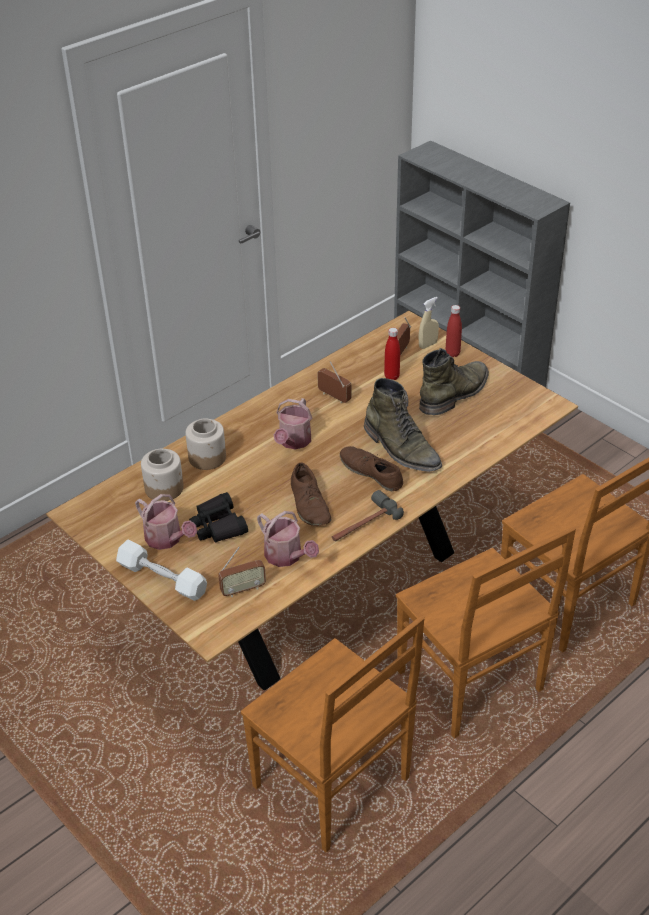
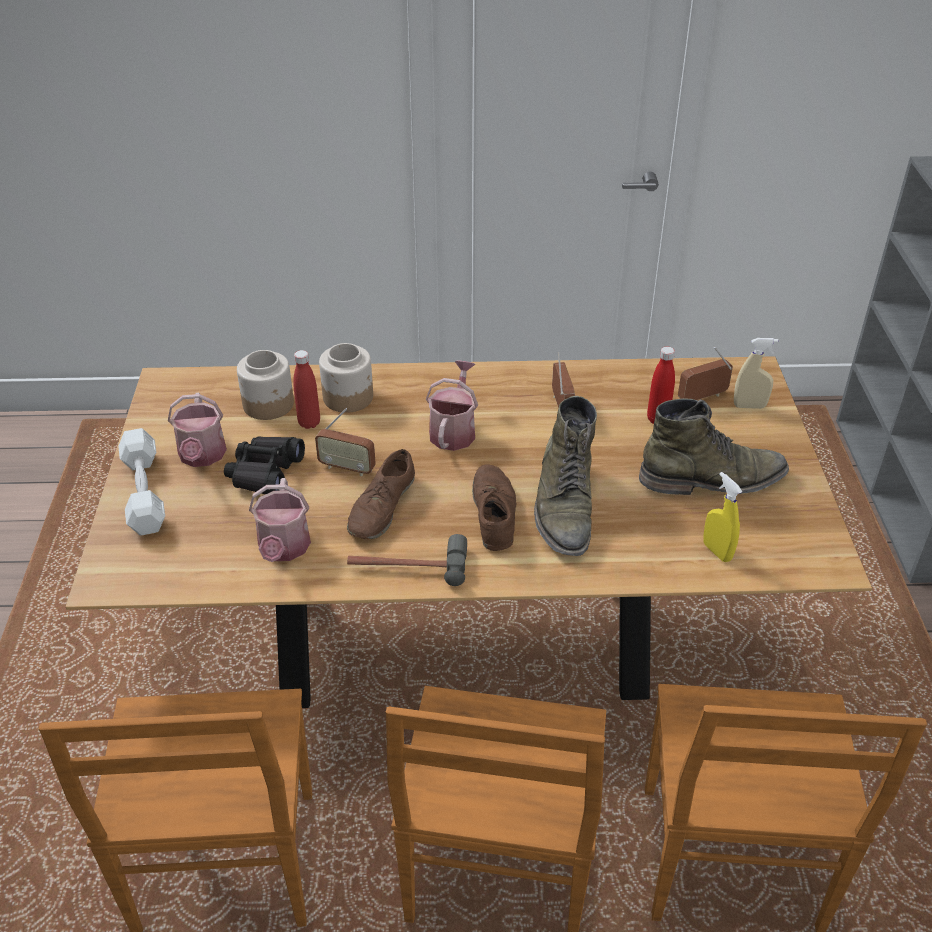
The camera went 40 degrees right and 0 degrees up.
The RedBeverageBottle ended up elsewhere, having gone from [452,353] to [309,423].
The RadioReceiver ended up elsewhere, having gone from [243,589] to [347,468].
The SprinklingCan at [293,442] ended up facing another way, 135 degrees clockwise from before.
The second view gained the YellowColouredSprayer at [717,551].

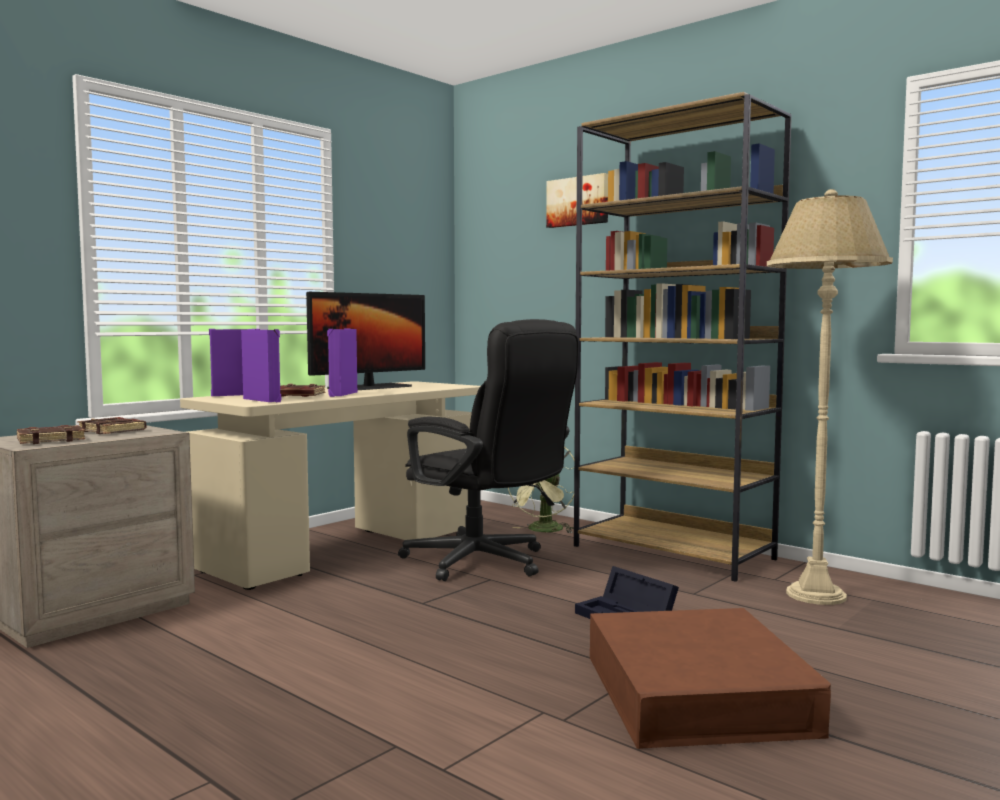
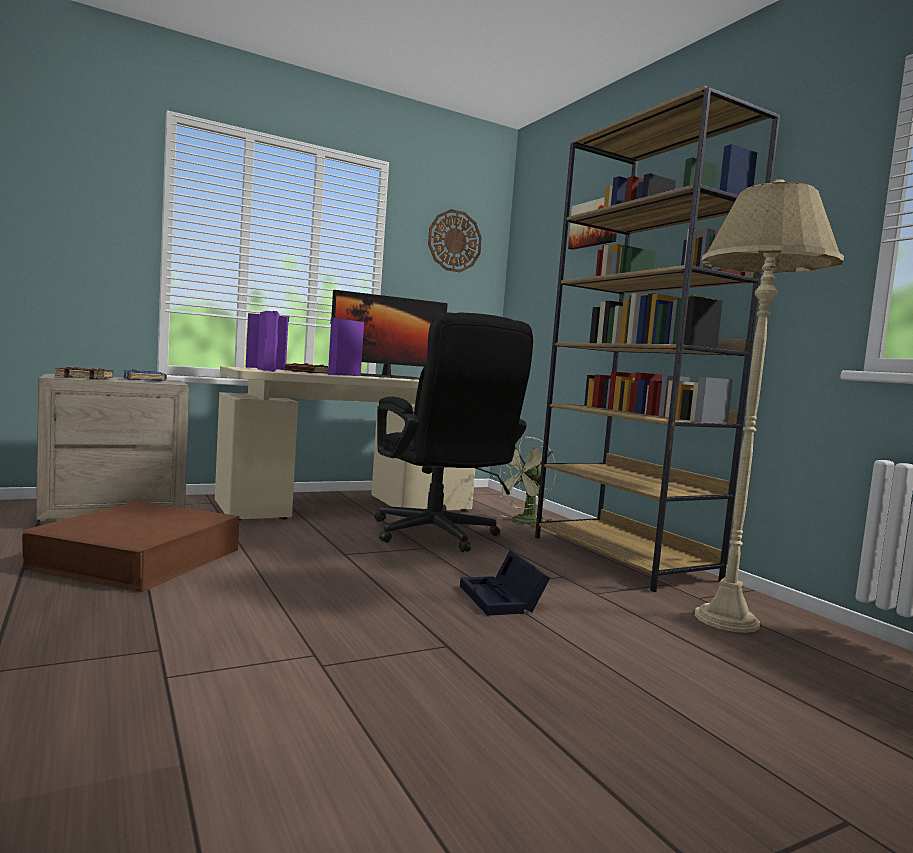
The camera went 20 degrees right and 0 degrees up.
The BrownStorageBox ended up elsewhere, having gone from [696,693] to [139,559].
What was the BrownVolume at [113,431] turned into the BlueVolume at [145,379].
The second view gained the WallClock at [454,241].

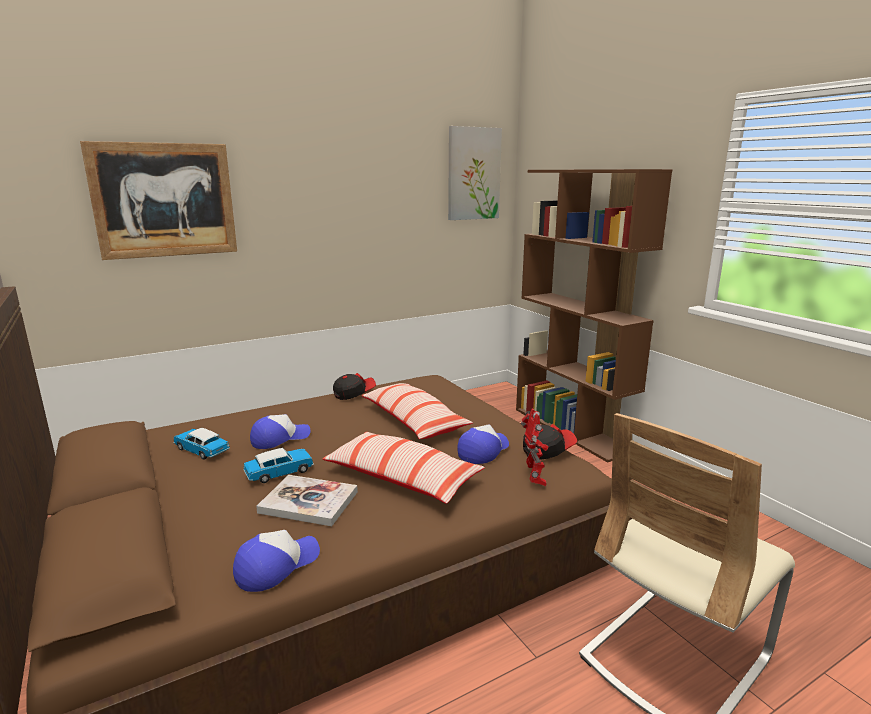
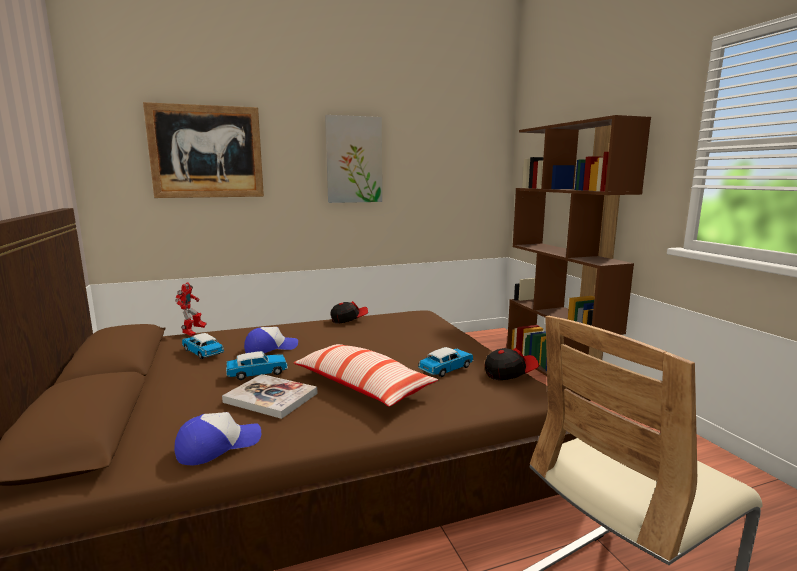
The camera went 10 degrees right and 5 degrees down.
The ModelRobot ended up elsewhere, having gone from [534,478] to [193,333].
The WallArt ended up elsewhere, having gone from [473,174] to [354,160].
Where the Cap stood at [483,450], the ToyCar came to stand at [446,369].
The second view lost the ThrowPillow at [413,421].

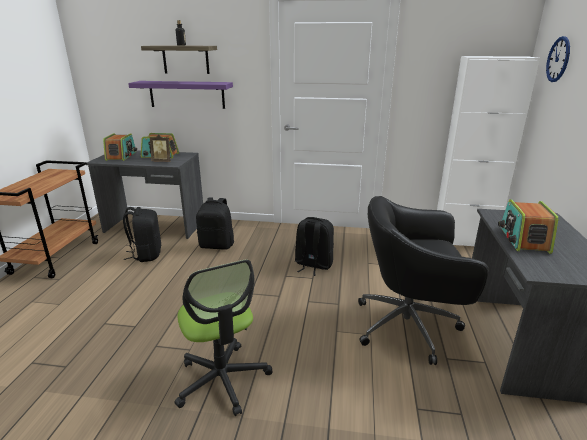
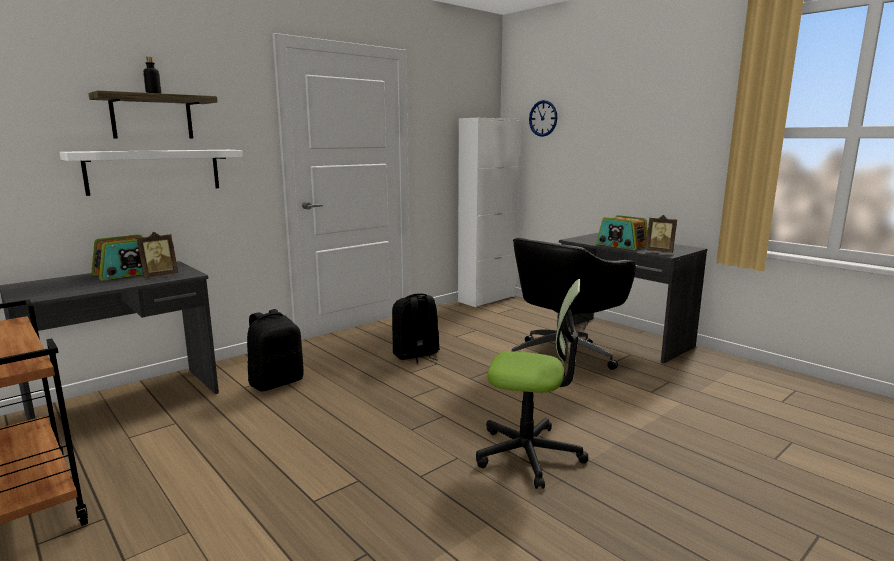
The camera went 50 degrees left and 10 degrees down.
What was the PurpleColouredWallShelf at [186,94] turned into the WhiteColouredWallShelf at [154,171].
The second view gained the StandingFrame at [660,252].
The second view lost the RadioReceiver at [121,156].
The second view lost the BlackishKnapsack at [146,254].

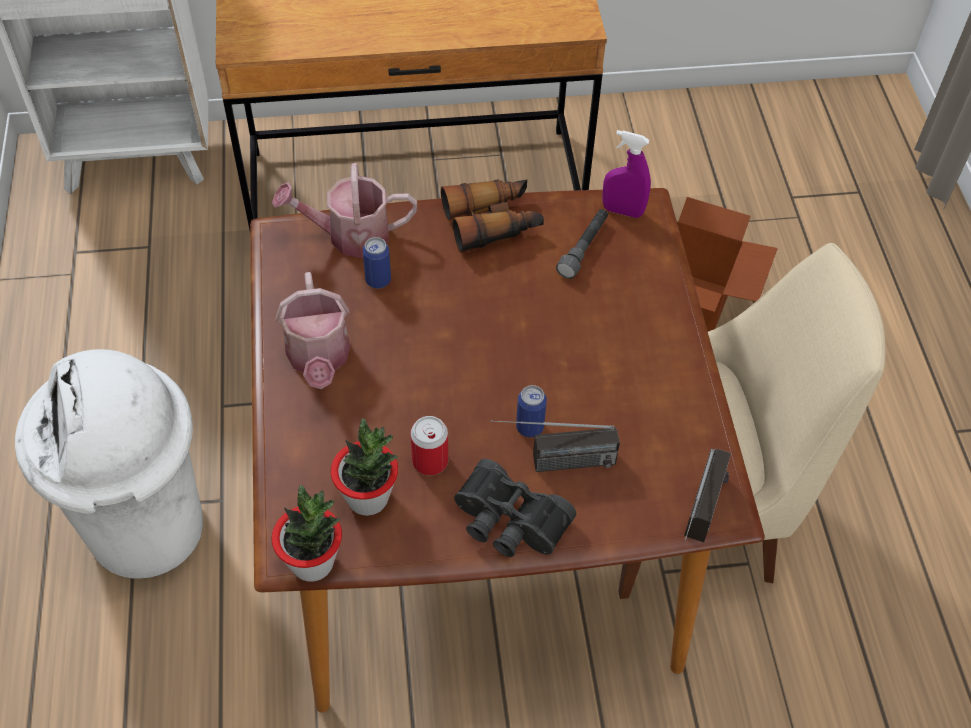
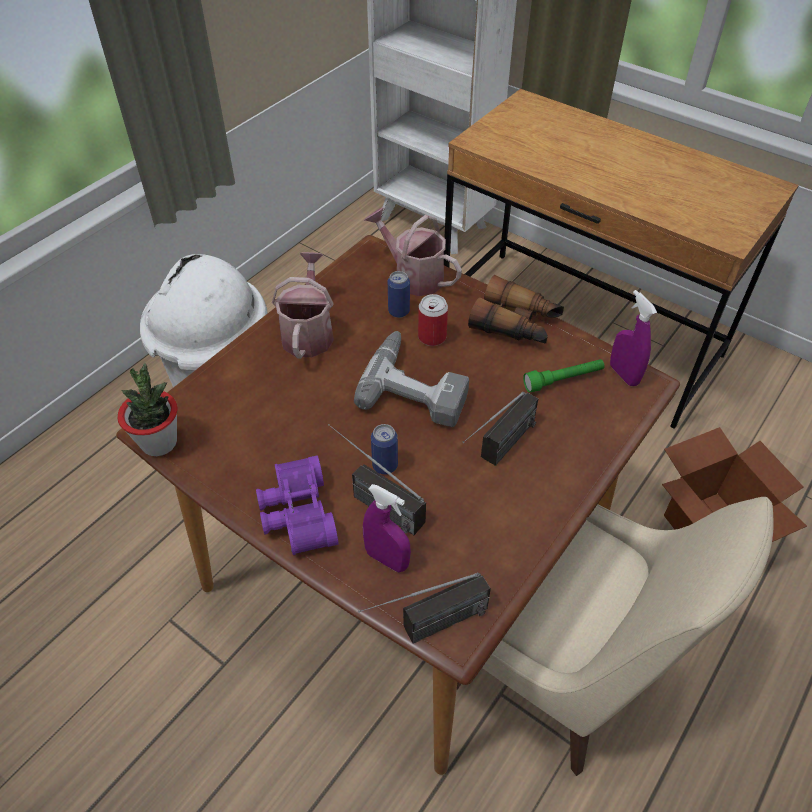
The camera went 45 degrees right and 5 degrees down.
What was the BlackishPairOfBinoculars at [508,523] turned into the PurpleColouredPairOfBinoculars at [296,514].
The SprinklingCan at [319,359] ended up facing another way, 150 degrees clockwise from before.
The second view gained the ElectricDrill at [417,385].
The second view gained the PurpleColouredSprayer at [387,559].
The SealedCan ended up elsewhere, having gone from [430,461] to [432,337].
The second view gained the RadioReceiver at [499,452].
What was the GreyFlashlight at [583,248] turned into the GreenColouredFlashlight at [563,380].
The second view lost the PlantInAPot at [368,498].

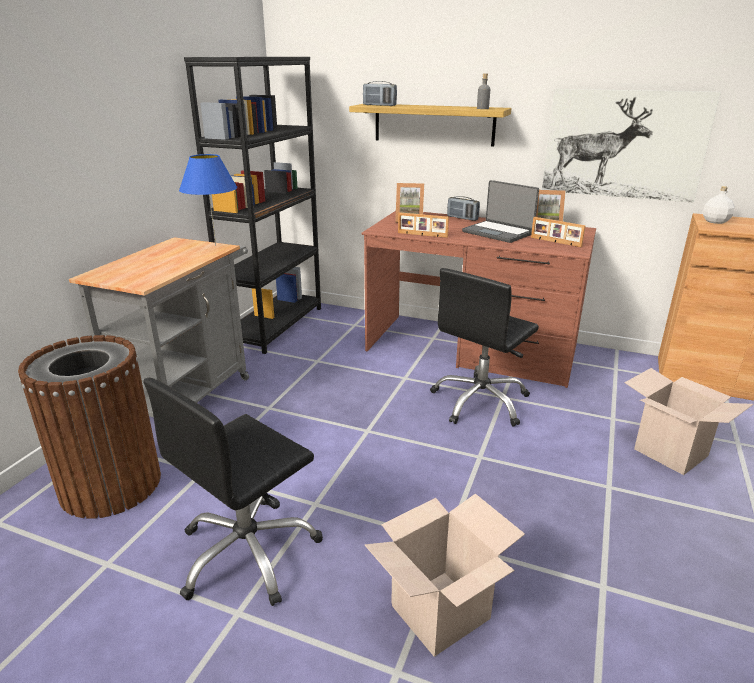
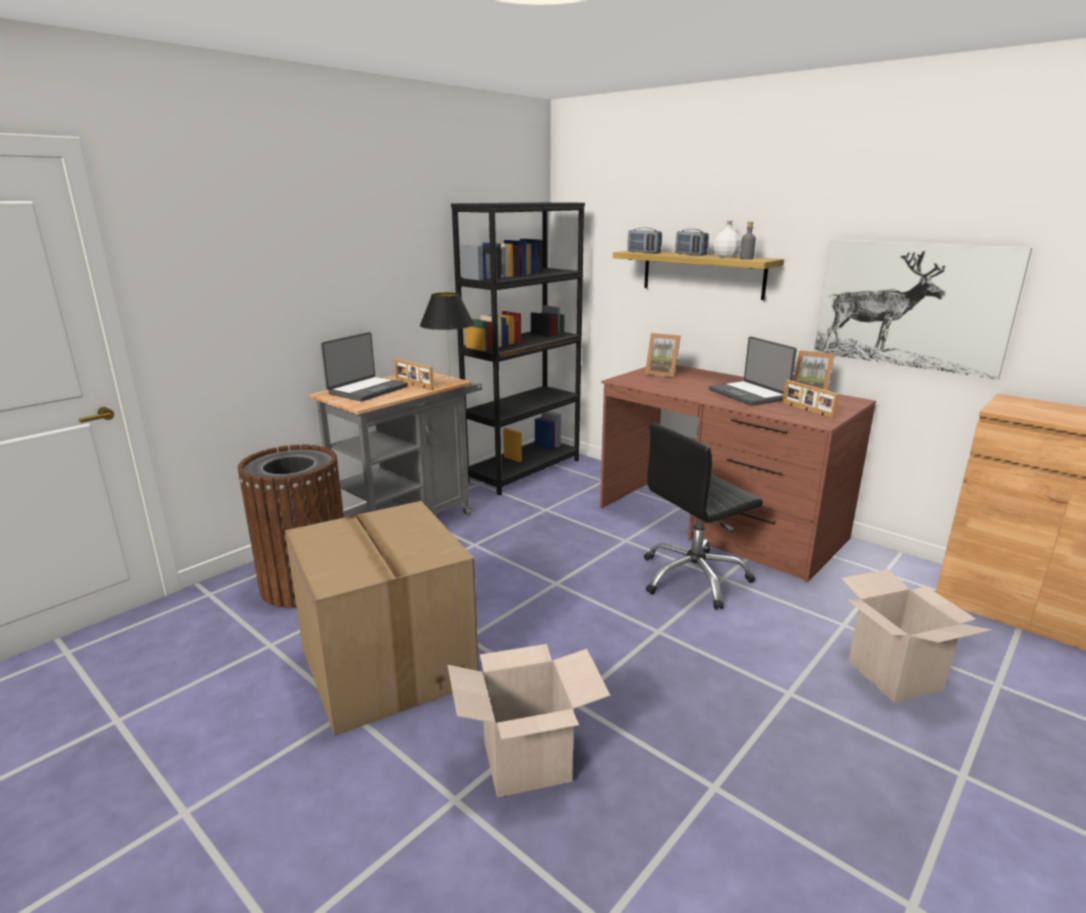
The camera went 20 degrees right and 5 degrees down.
Where the BlackishDeskChair stood at [248,553], the PackingBox came to stand at [385,665].
The second view gained the NotebookComputer at [367,390].
The StandingFrame ended up elsewhere, having gone from [422,235] to [413,384].
What was the BlueLampForATable at [216,245] turned into the BlackishLampForATable at [450,379].
The RadioReceiver ended up elsewhere, having gone from [462,218] to [690,254].
The WhiteColouredBeverageBottle ended up elsewhere, having gone from [715,221] to [726,256].

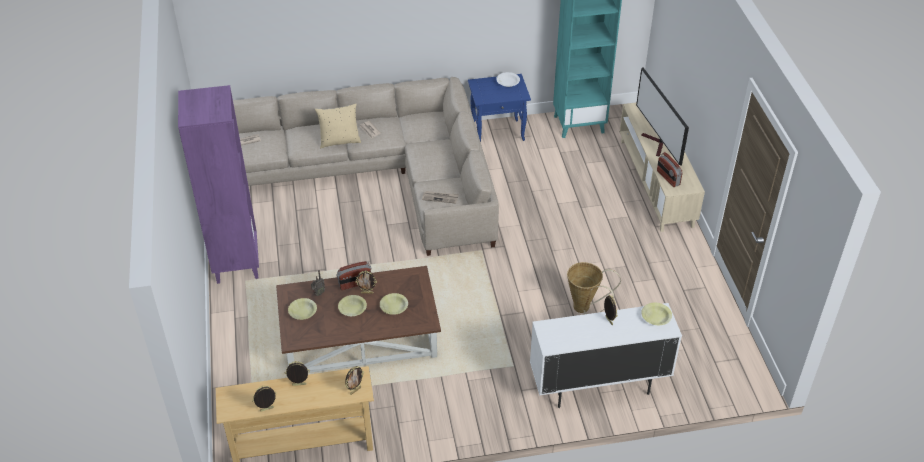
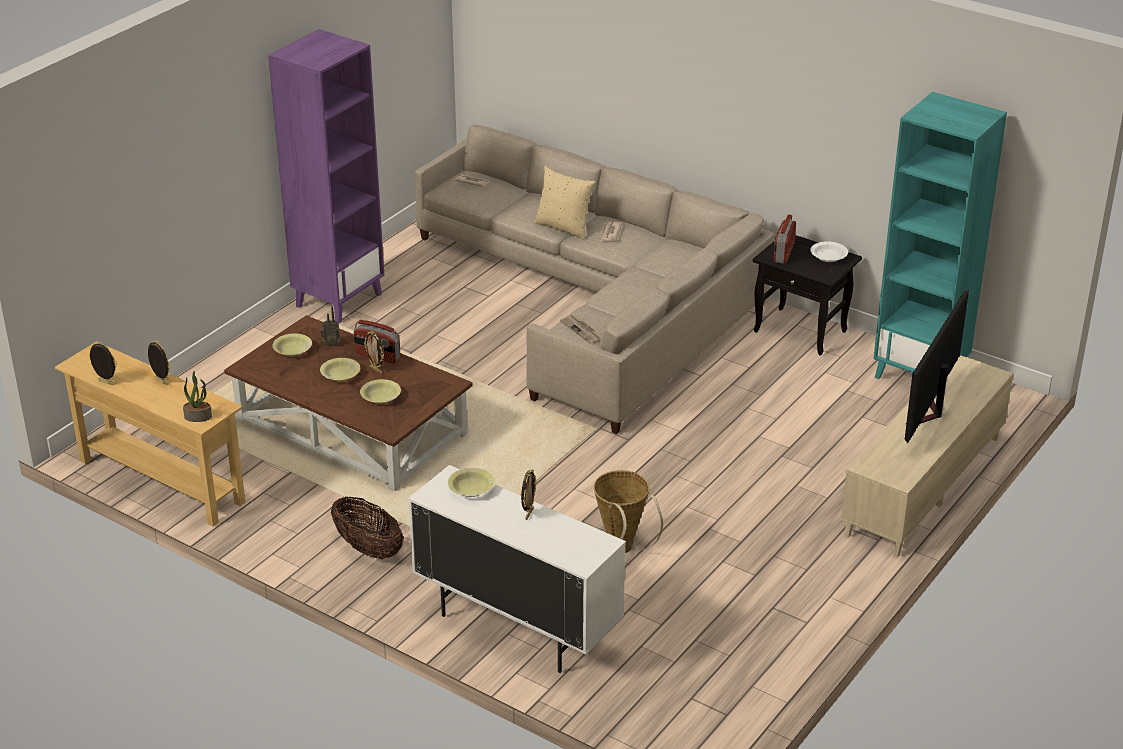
The camera went 45 degrees right and 10 degrees down.
Where the StandingFrame stood at [355,390], the PlantInAPot came to stand at [198,416].
The second view gained the Basket at [368,548].
The YellowColouredServingBowl ended up elsewhere, having gone from [656,317] to [471,489].
What was the BlueEndTable at [498,132] turned into the BlackishEndTable at [802,331].
The RadioReceiver ended up elsewhere, having gone from [668,178] to [783,253].

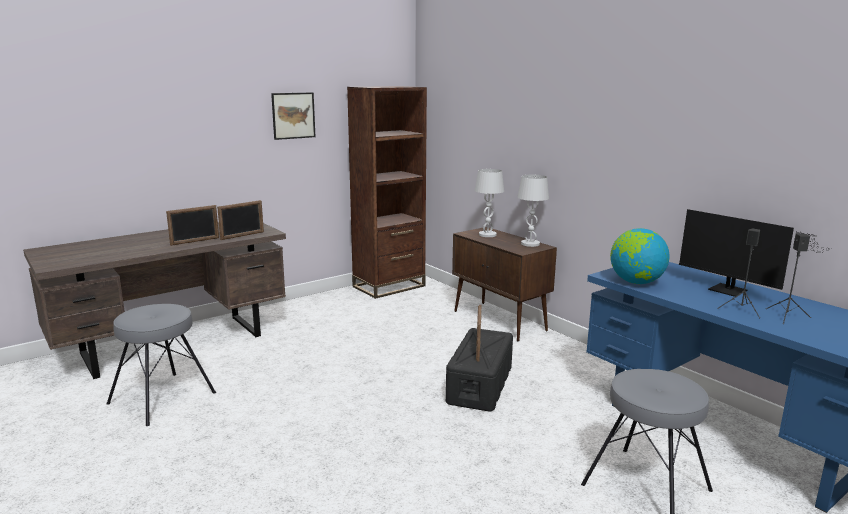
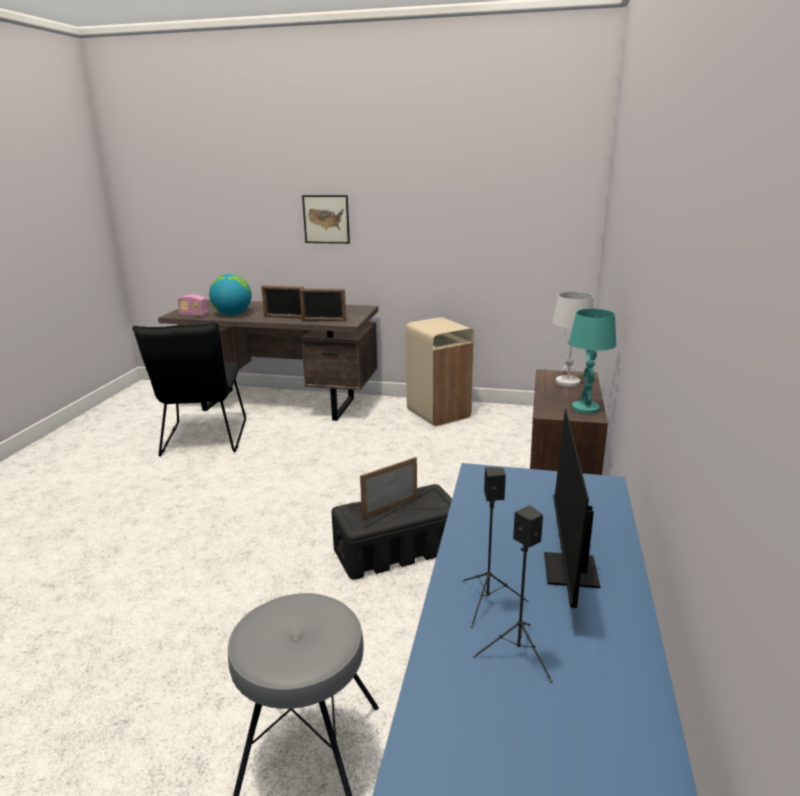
The camera went 50 degrees right and 5 degrees up.
Where the GreyStoolSeat stood at [163,398], the BlackishPlainChair came to stand at [203,441].
The second view gained the RadioReceiver at [194,315].
The WorldGlobe ended up elsewhere, having gone from [636,282] to [232,314].
The WallArt ended up elsewhere, having gone from [293,115] to [326,219].
The second view gained the BeigeColouredWasteBin at [438,414].
What was the WhiteColouredLampForATable at [530,244] turned into the TurquoiseColouredLampForATable at [586,408].
The second view lost the BrownBookcase at [389,286].

